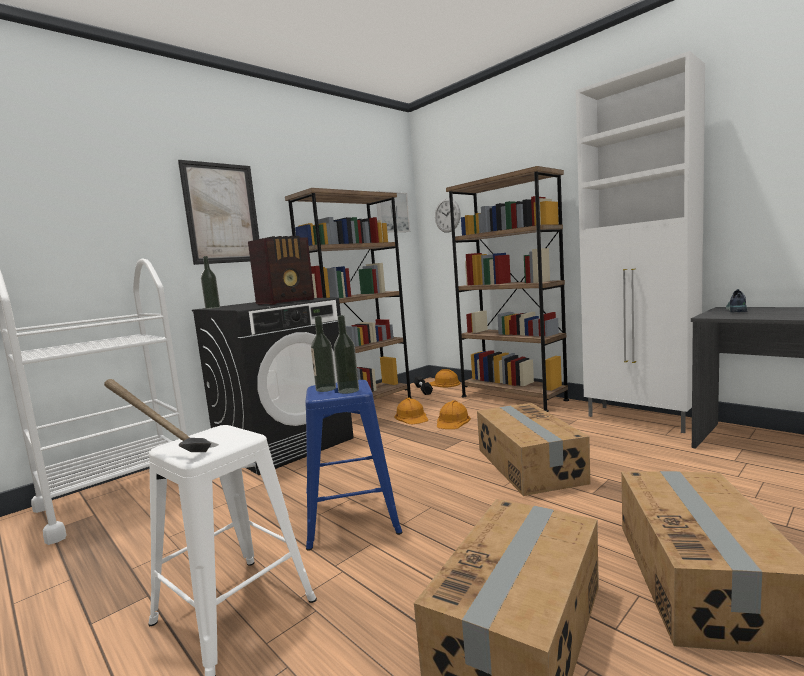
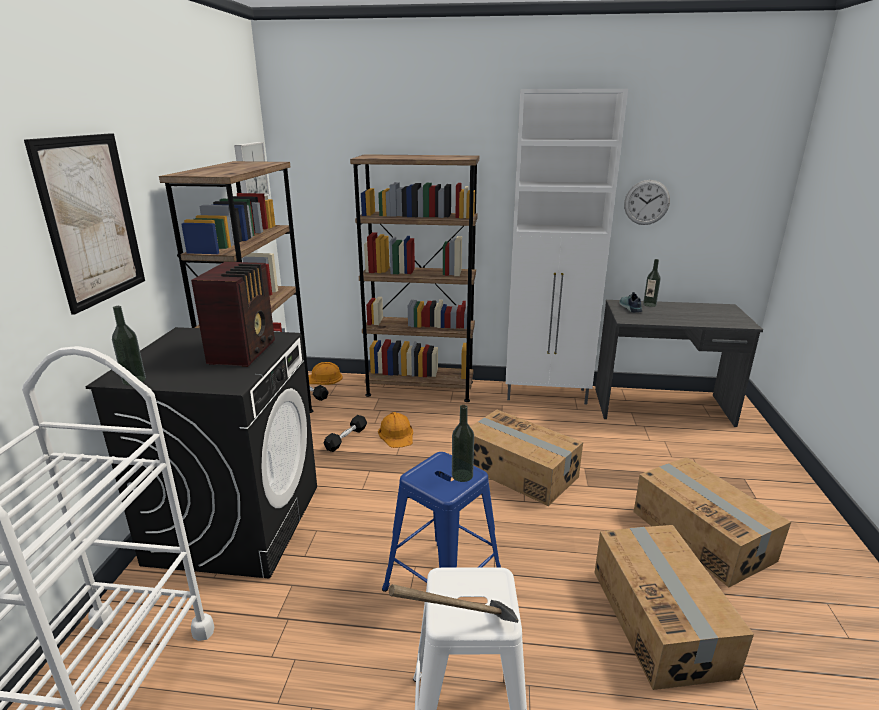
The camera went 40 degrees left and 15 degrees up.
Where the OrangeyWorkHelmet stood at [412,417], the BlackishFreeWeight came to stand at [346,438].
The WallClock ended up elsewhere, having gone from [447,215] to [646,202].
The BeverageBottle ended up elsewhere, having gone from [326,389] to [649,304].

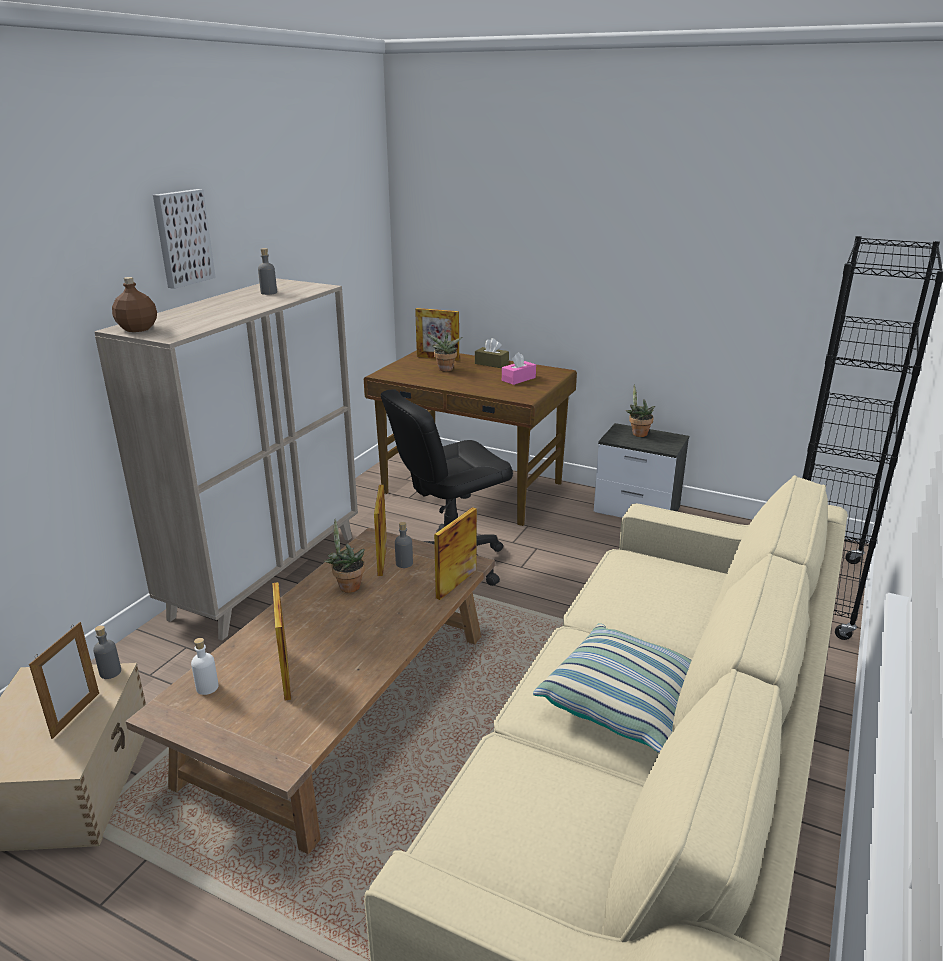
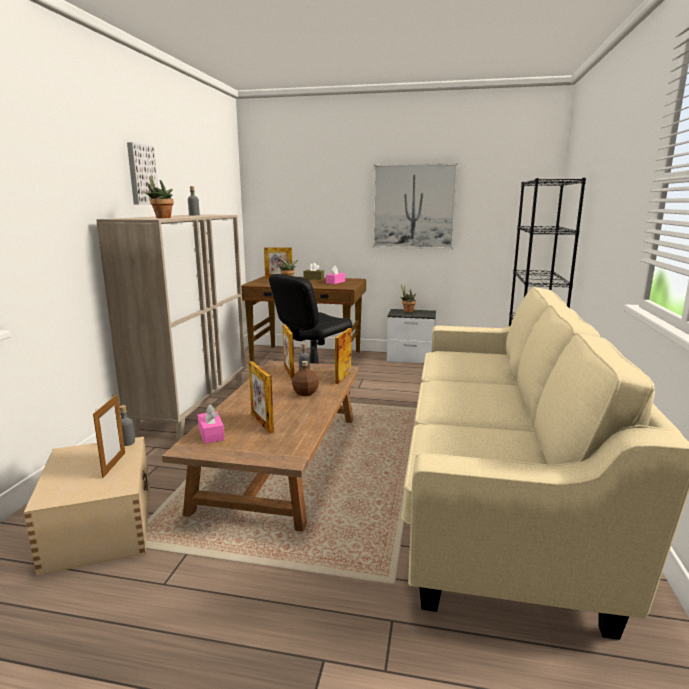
The camera went 15 degrees left and 10 degrees down.
The PlantInAPot ended up elsewhere, having gone from [347,586] to [161,218].
Where the WhiteColouredBeverageBottle stood at [207,687], the PinkColouredBoxOfTissues came to stand at [211,434].
The BrownBeverageBottle ended up elsewhere, having gone from [137,329] to [305,393].
The second view gained the WallArt at [413,206].
The second view lost the ThrowPillow at [625,703].

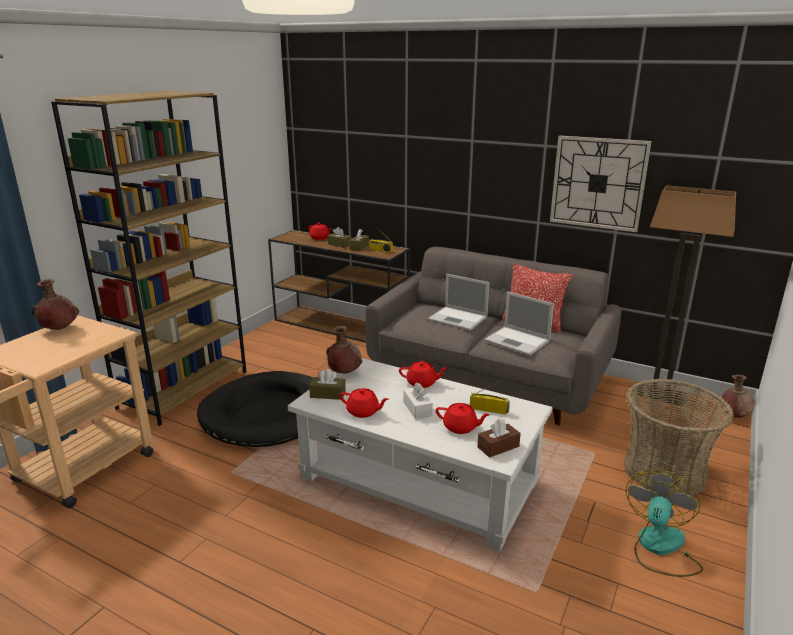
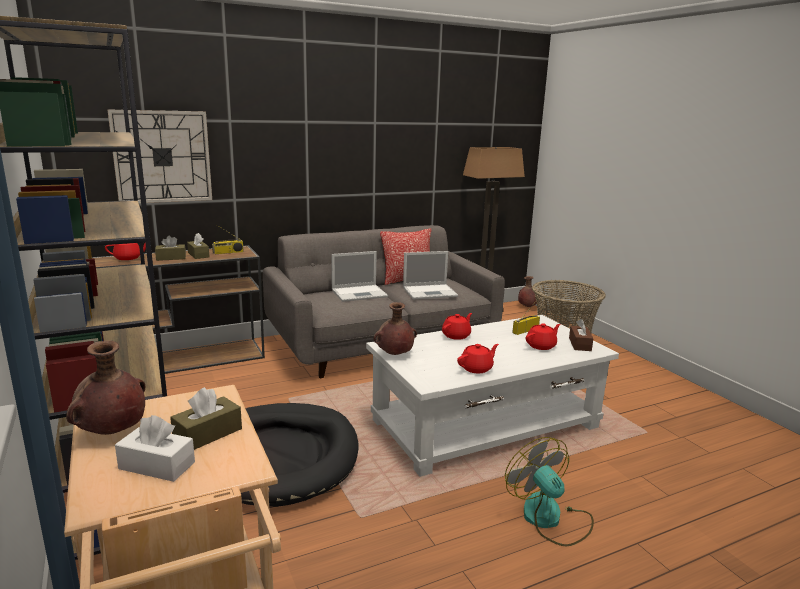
The camera went 55 degrees left and 5 degrees down.
The WallClock ended up elsewhere, having gone from [598,183] to [162,157].
The WhiteColouredBoxOfTissues ended up elsewhere, having gone from [417,409] to [157,465].
The BrownBoxOfTissues ended up elsewhere, having gone from [327,394] to [208,434].
The ElectricFan ended up elsewhere, having gone from [660,548] to [549,519].

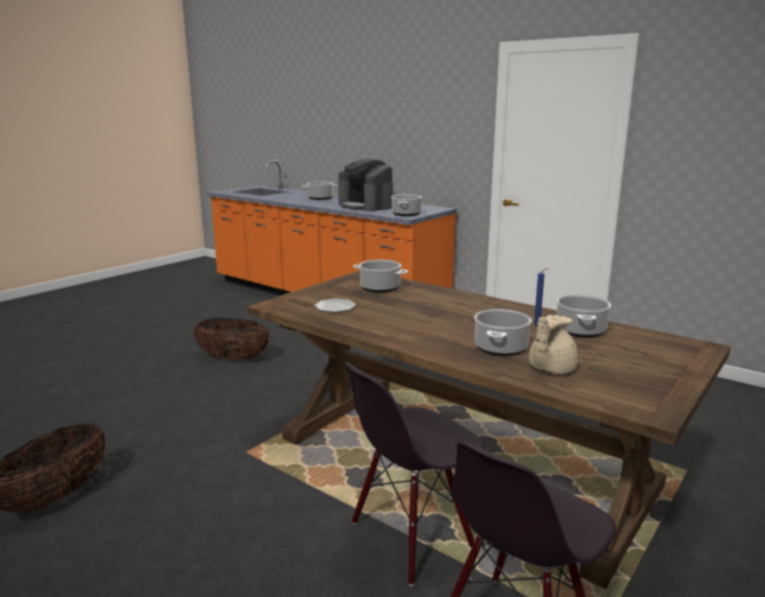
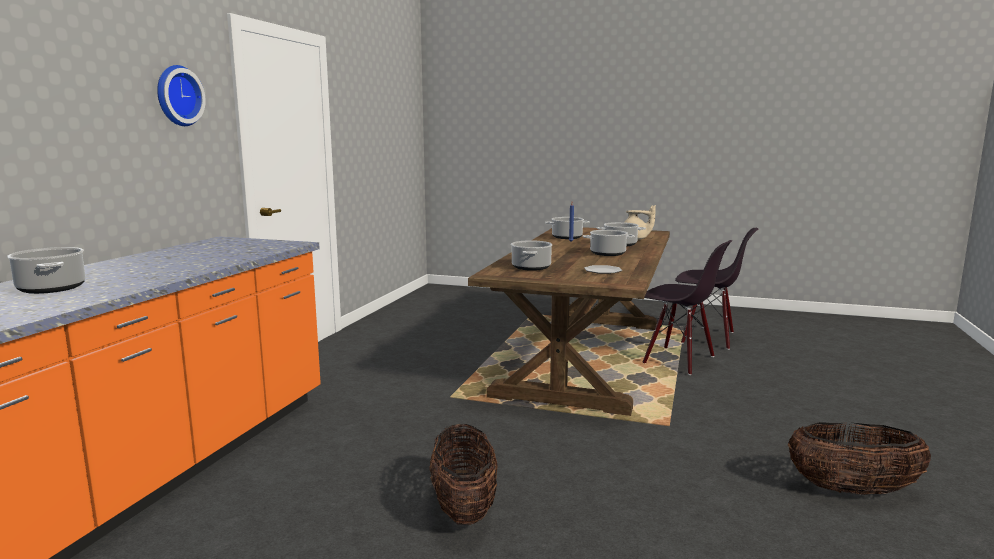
The camera went 110 degrees left and 5 degrees down.
The second view gained the WallClock at [177,96].
The Stockpot ended up elsewhere, having gone from [406,214] to [608,253].
The second view lost the CoffeeBrewer at [366,206].

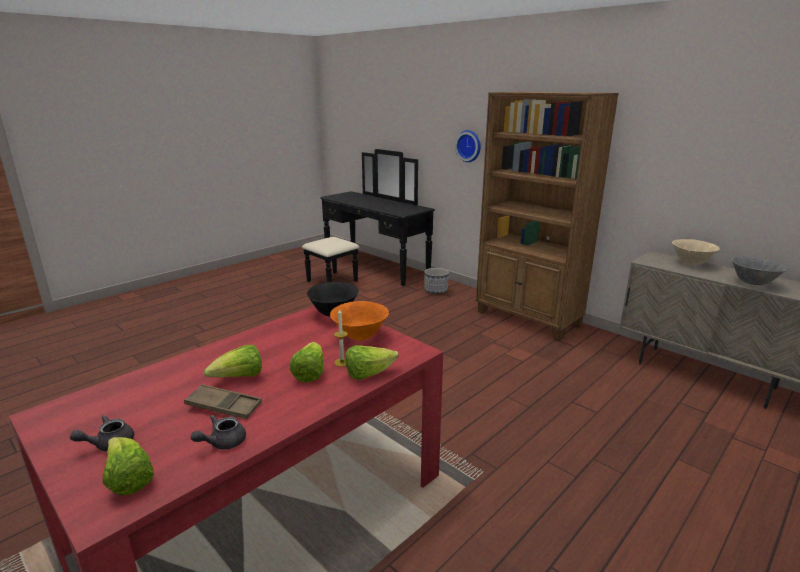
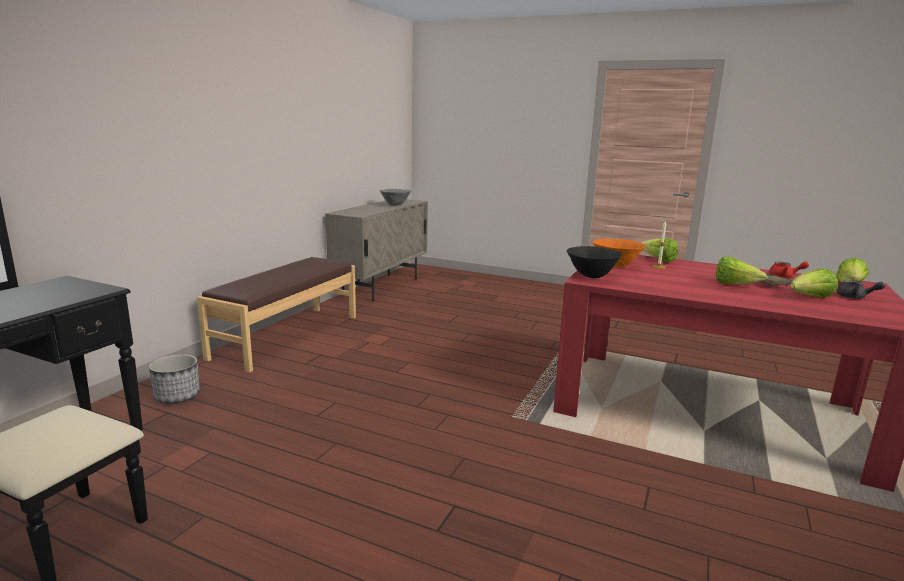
The camera went 110 degrees left and 5 degrees down.
Where the BrownBookcase stood at [528,319], the BrownBench came to stand at [286,336].
What was the GreyPotForTea at [222,442] turned into the RedPotForTea at [784,276].
The LettuceHead ended up elsewhere, having gone from [309,373] to [810,297].
The second view lost the WallClock at [469,146].
The second view lost the BeigeColouredServingBowl at [691,263].

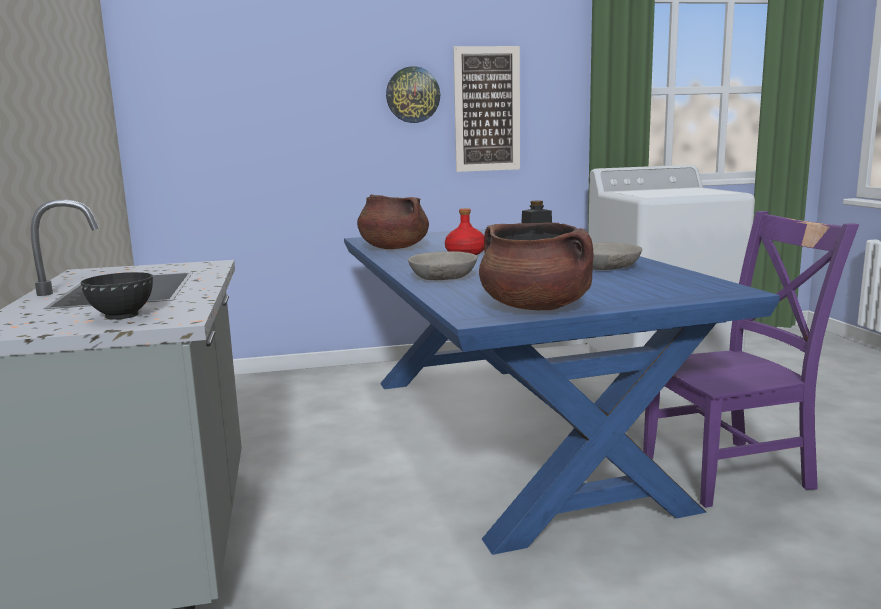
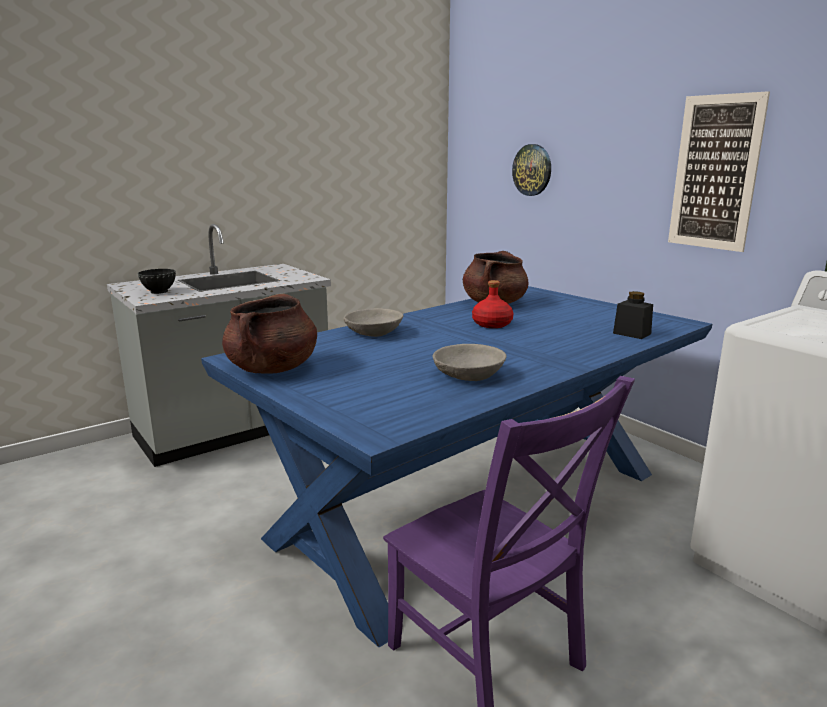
The camera went 65 degrees right and 5 degrees up.
The WallClock ended up elsewhere, having gone from [413,95] to [532,170].

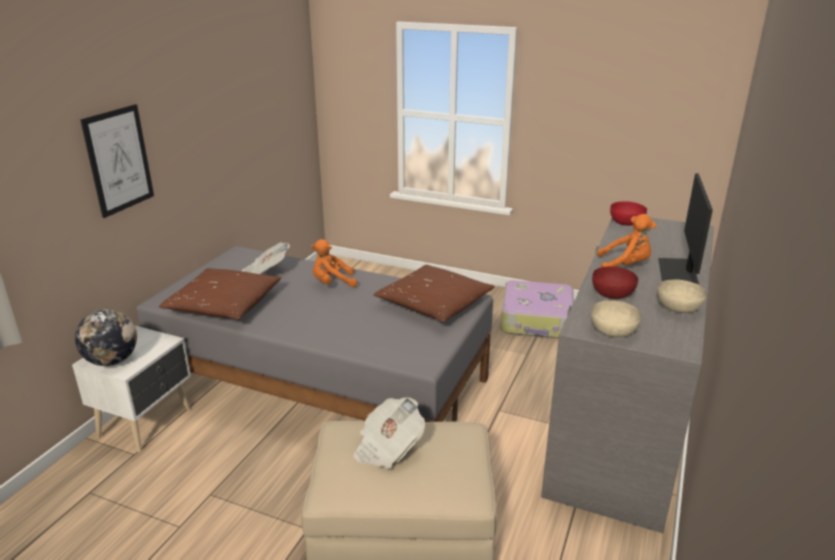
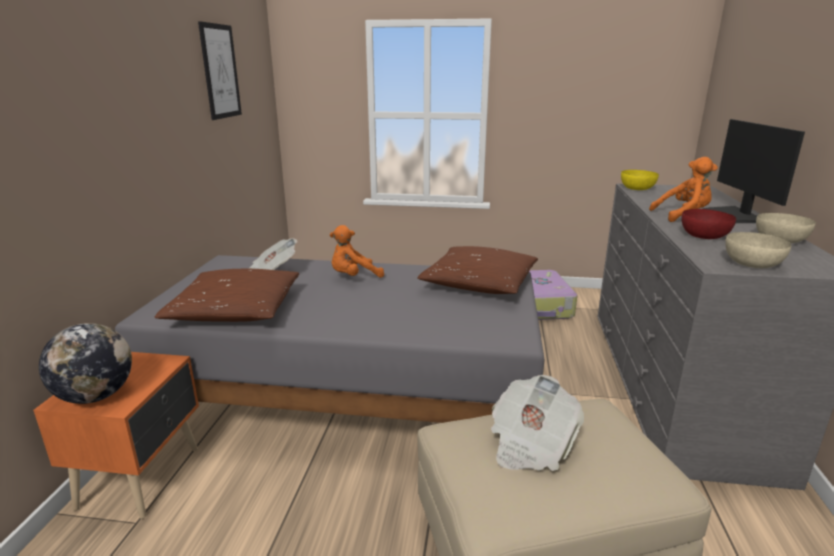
The camera went 15 degrees left and 5 degrees down.
What was the WhiteColouredNightstand at [147,422] turned into the OrangeyNightstand at [143,476].
The WallArt ended up elsewhere, having gone from [119,160] to [220,71].
What was the RedServingBowl at [626,222] turned into the YellowColouredServingBowl at [637,188].

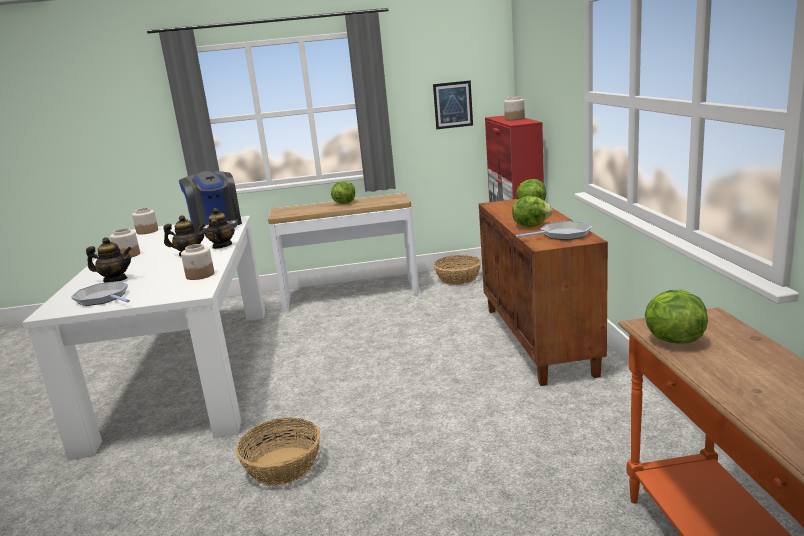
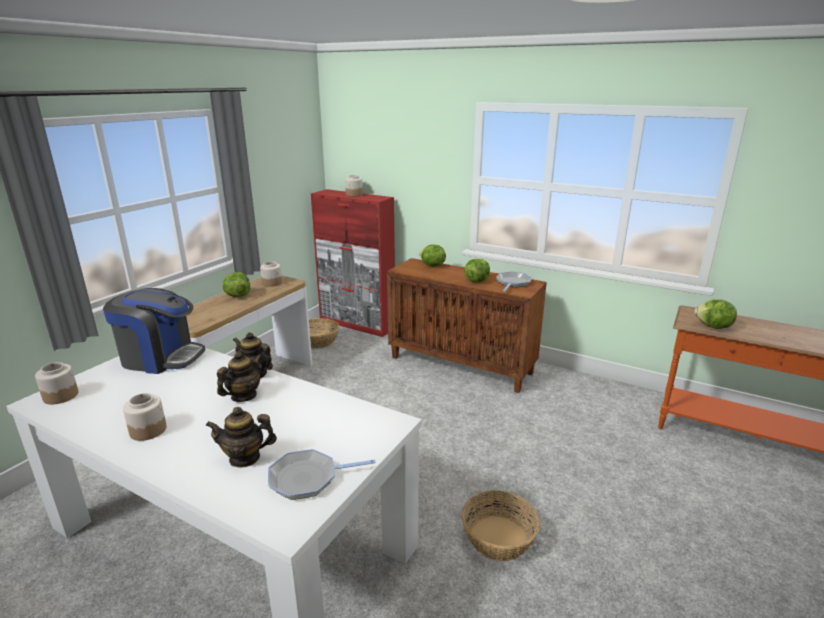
The camera went 55 degrees left and 5 degrees up.
The PotForTea at [115,280] ended up facing another way, 135 degrees counterclockwise from before.
The StorageJar ended up elsewhere, having gone from [200,275] to [272,283].
The second view lost the WallArt at [453,105].

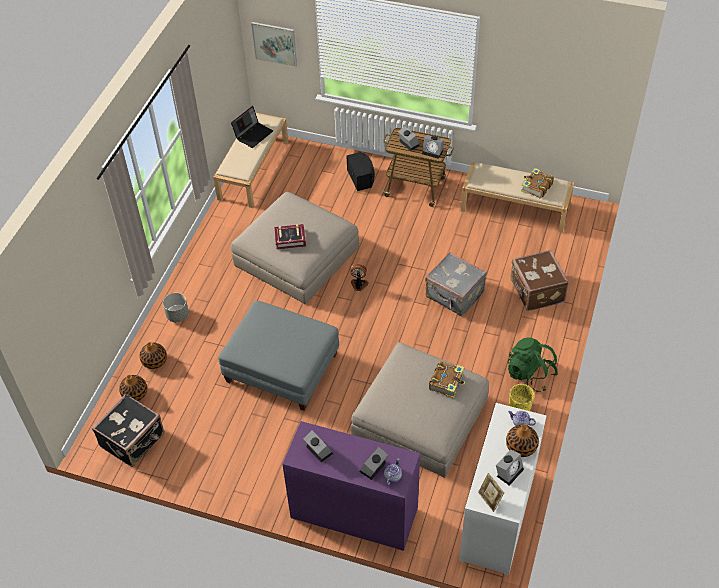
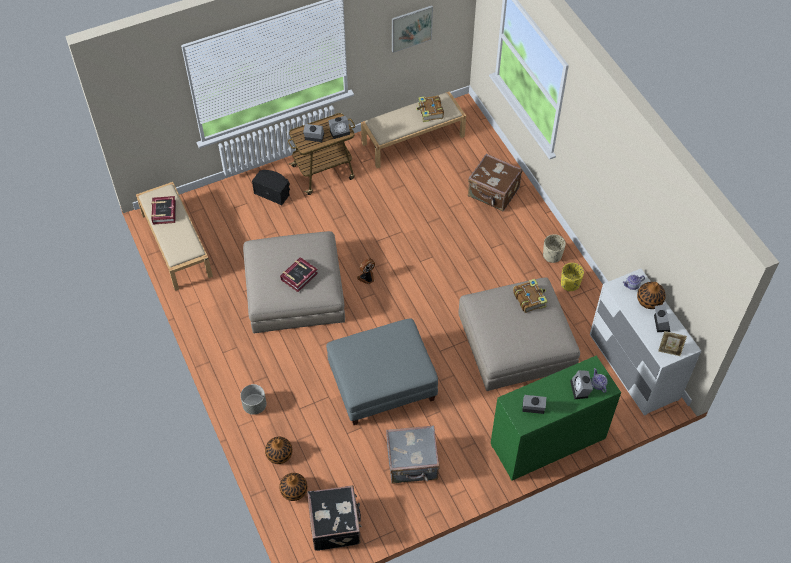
The camera went 45 degrees left and 5 degrees up.
Where the NotebookComputer stood at [253,134], the Volume came to stand at [164,212].
The GreySuitcase ended up elsewhere, having gone from [454,296] to [412,463].
The WallArt ended up elsewhere, having gone from [274,43] to [411,28].
What was the PurpleColouredDrawerChest at [354,514] turned into the GreenColouredDrawerChest at [547,442].
Where the GreenColouredKnapsack stood at [530,374], the BeigeColouredPlantPot came to stand at [552,255].

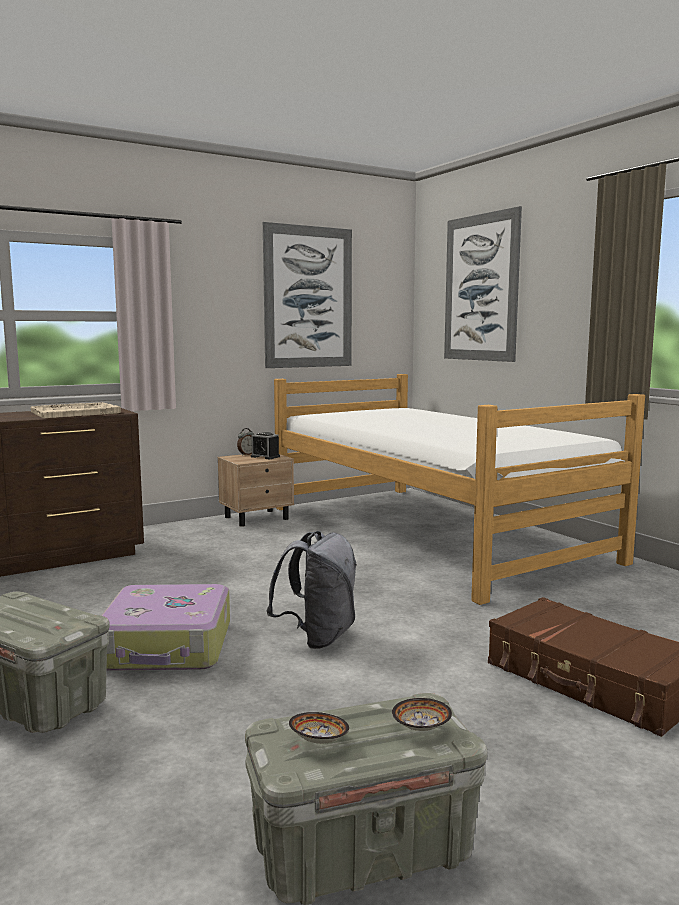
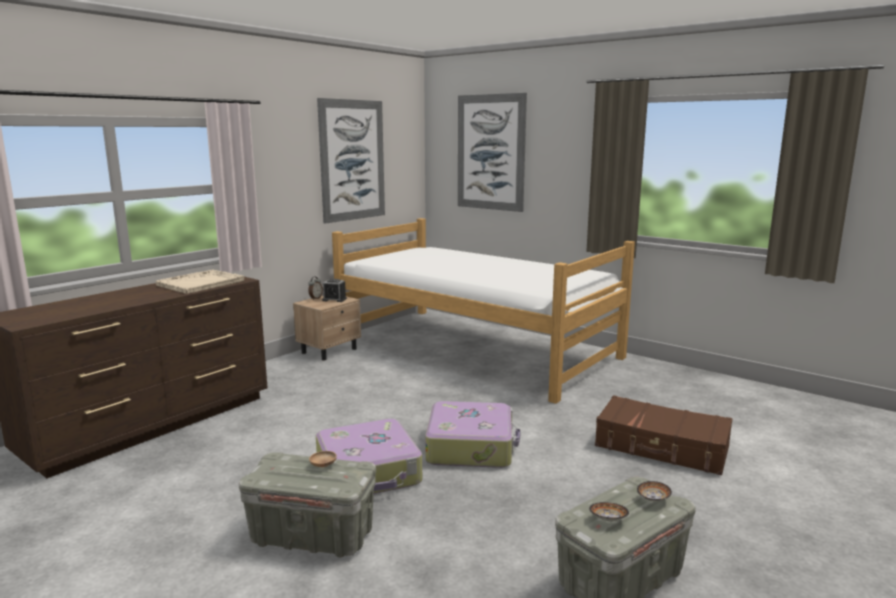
The camera went 20 degrees left and 5 degrees up.
The second view gained the BrownServingBowl at [323,465].
Where the GreyKnapsack stood at [318,637], the Suitcase came to stand at [471,446].

